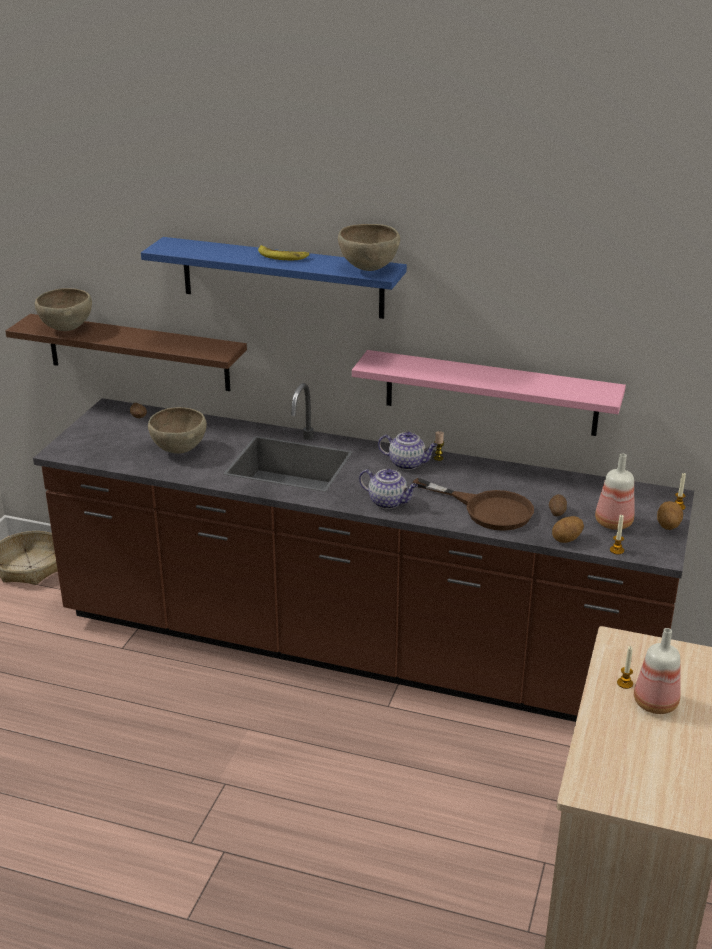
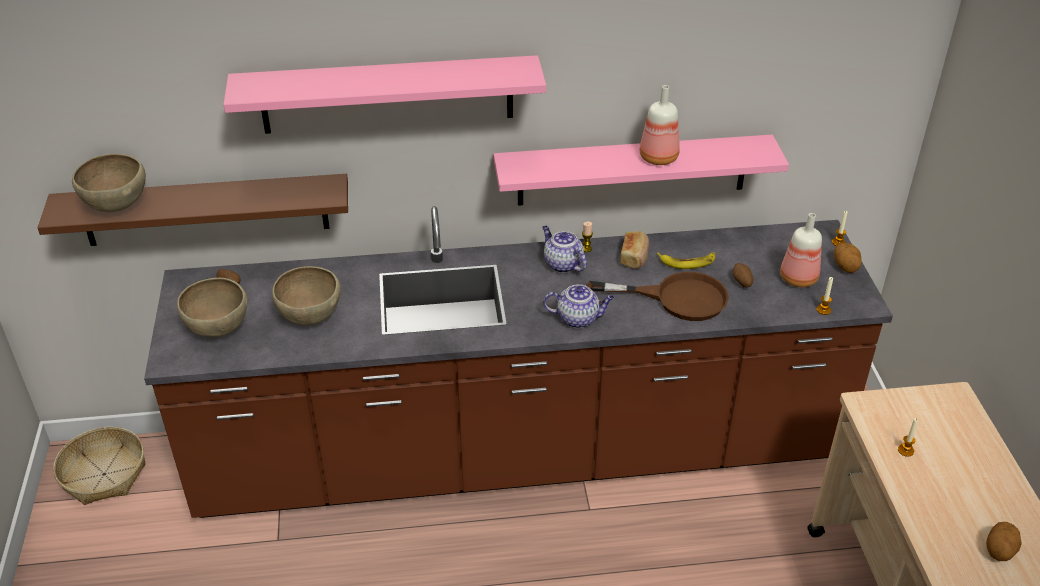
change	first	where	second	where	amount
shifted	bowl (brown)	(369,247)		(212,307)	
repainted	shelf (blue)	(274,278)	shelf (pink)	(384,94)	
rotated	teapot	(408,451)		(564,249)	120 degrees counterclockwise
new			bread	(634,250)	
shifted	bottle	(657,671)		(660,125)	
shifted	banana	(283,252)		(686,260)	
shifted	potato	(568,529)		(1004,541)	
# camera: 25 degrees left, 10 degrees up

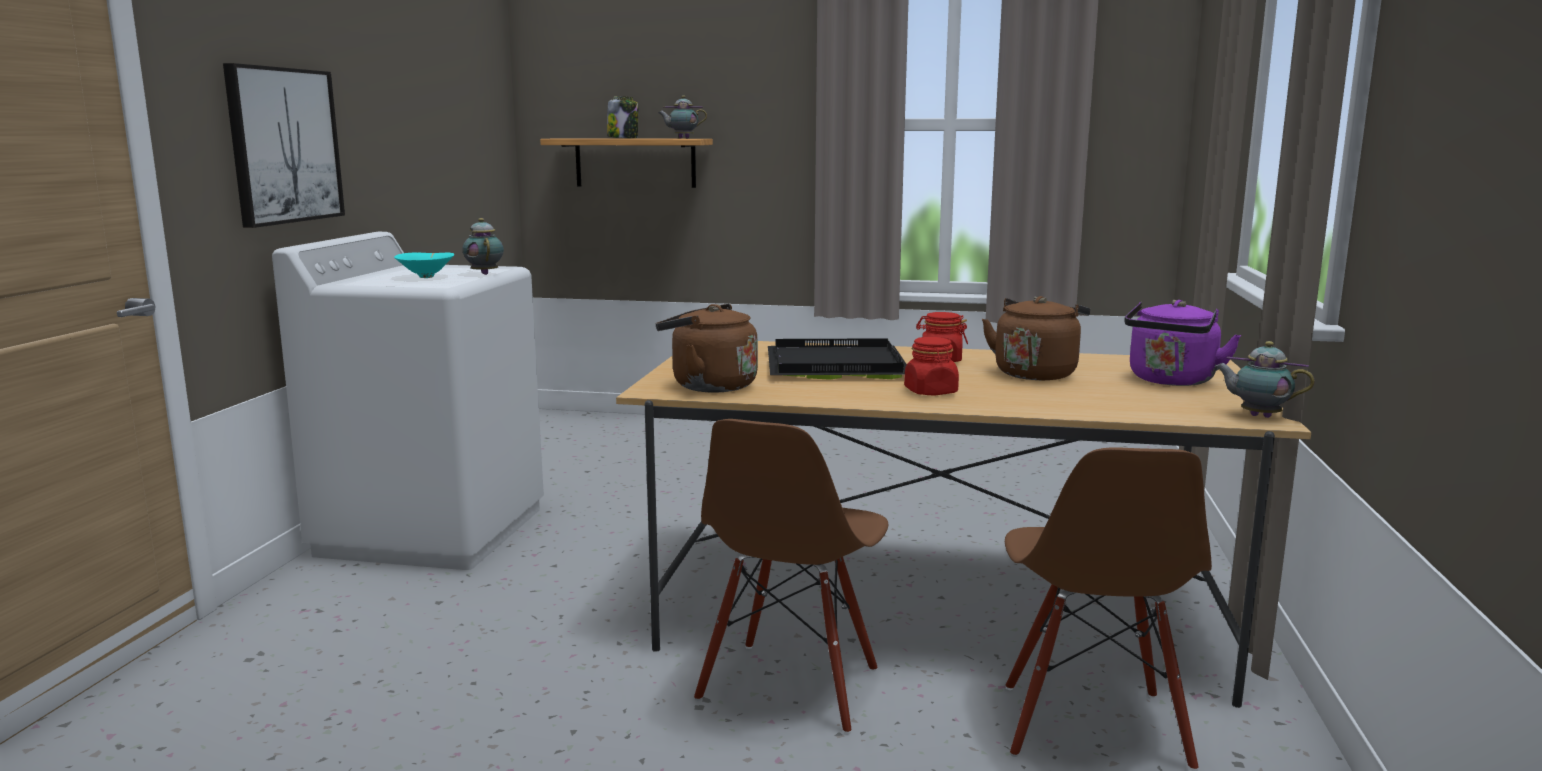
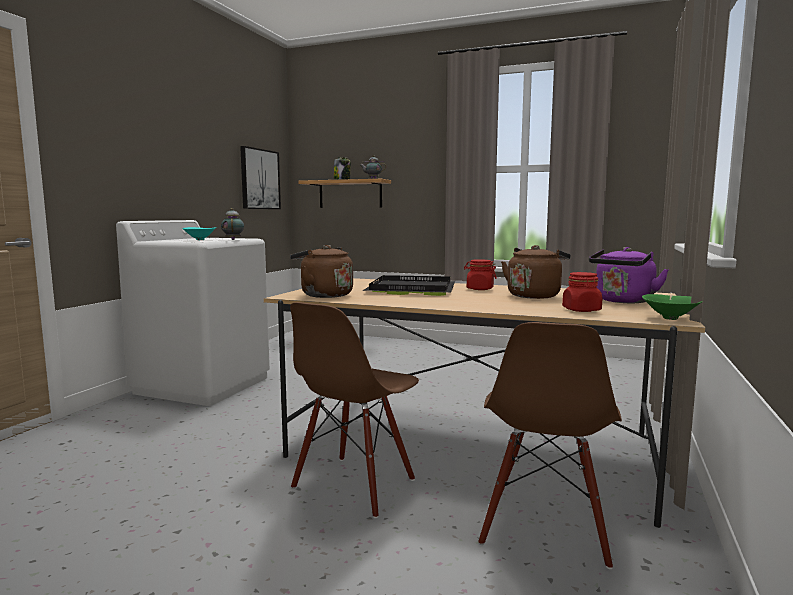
change	first	where	second	where	amount
shifted	picture	(284,145)		(260,177)	
shifted	jar (red)	(931,366)		(582,292)	
swapped	teapot	(1265,379)	bowl (green)	(672,307)	
# camera: 10 degrees right, 5 degrees down

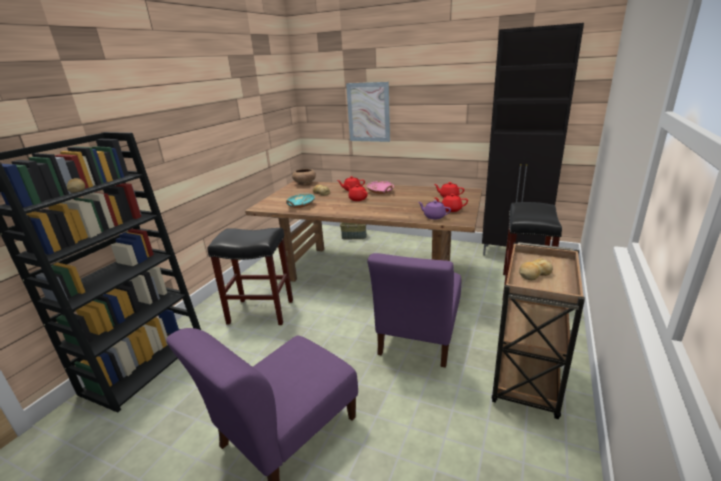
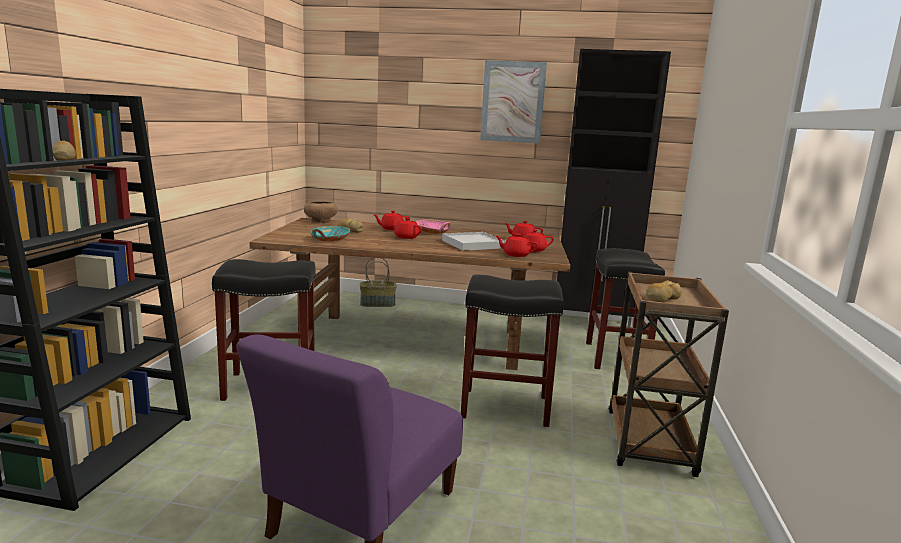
change	first	where	second	where	amount
new			tray (white)	(474,241)	
swapped	chair (purple)	(414,310)	stool (black)	(512,351)	
shifted	picture	(368,112)		(513,102)	
repainted	teapot (purple)	(434,209)	teapot (red)	(517,245)	
# camera: 15 degrees left, 10 degrees down

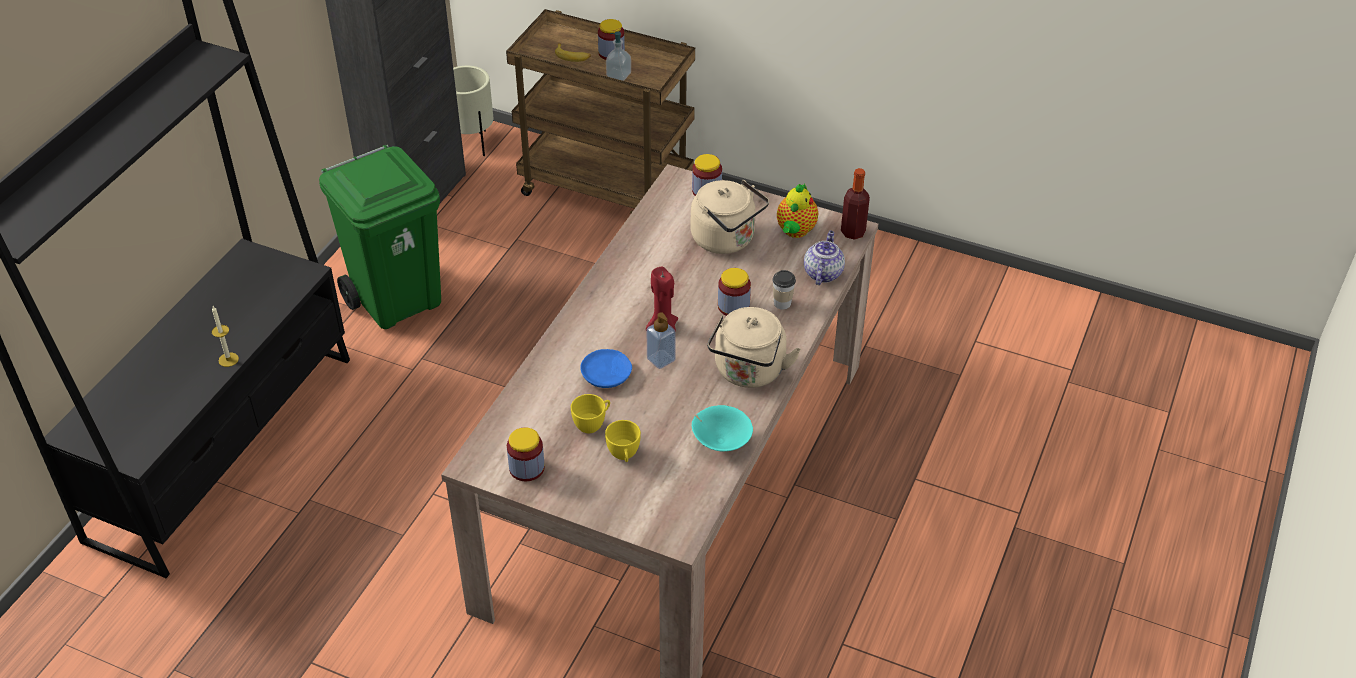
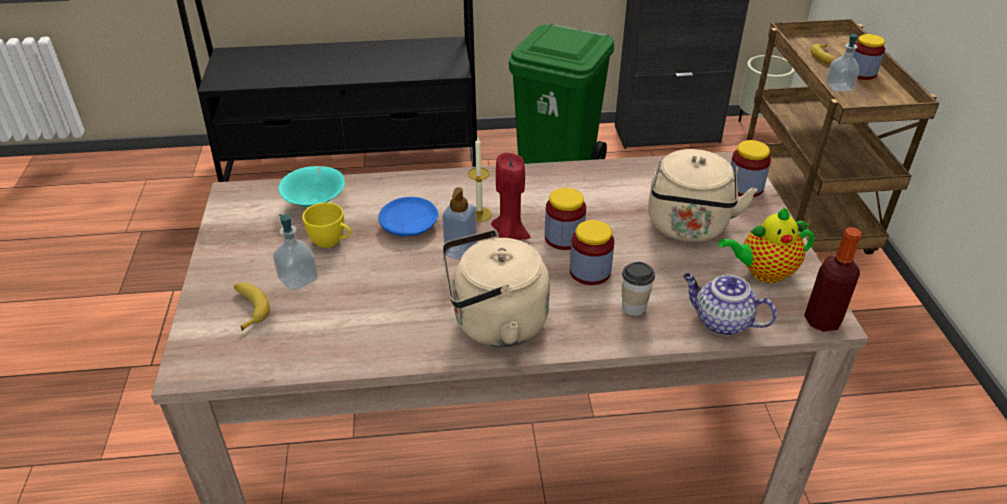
change	first	where	second	where	amount
new			banana	(252,307)	
swapped	cup (yellow)	(623,441)	soap dispenser	(295,252)	
shifted	bowl (turquoise)	(722,428)		(311,187)	
shifted	candle	(225,336)		(480,179)	
shifted	jar	(526,454)		(565,219)	
rotated	teapot	(824,258)		(730,304)	135 degrees counterclockwise
# camera: 60 degrees right, 5 degrees down

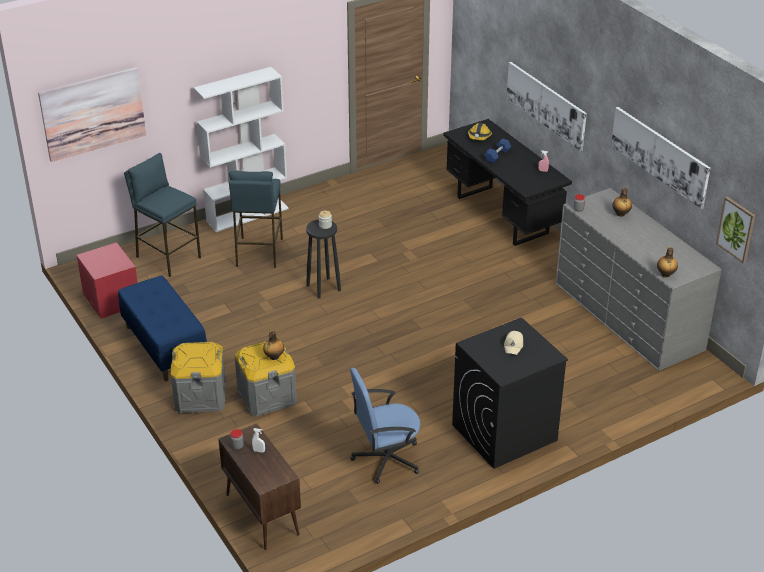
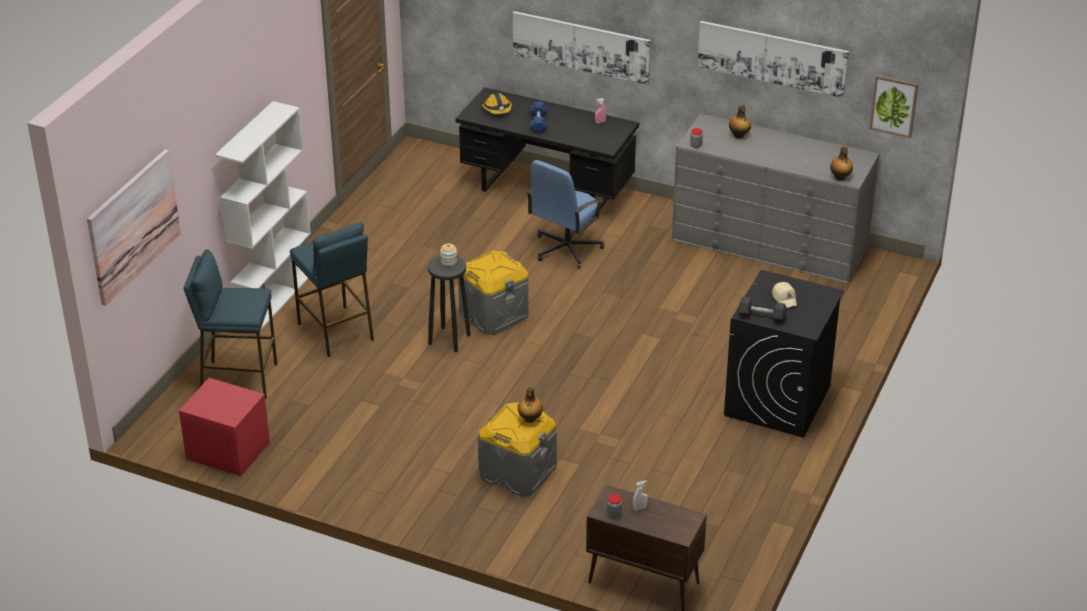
change	first	where	second	where	amount
shifted	storage box (grey)	(198,377)		(493,293)	
shifted	office chair (blue)	(385,426)		(565,214)	
new			dumbbell (black)	(763,310)	
gone	bench (blue)	(162,328)			
# camera: 35 degrees left, 0 degrees up

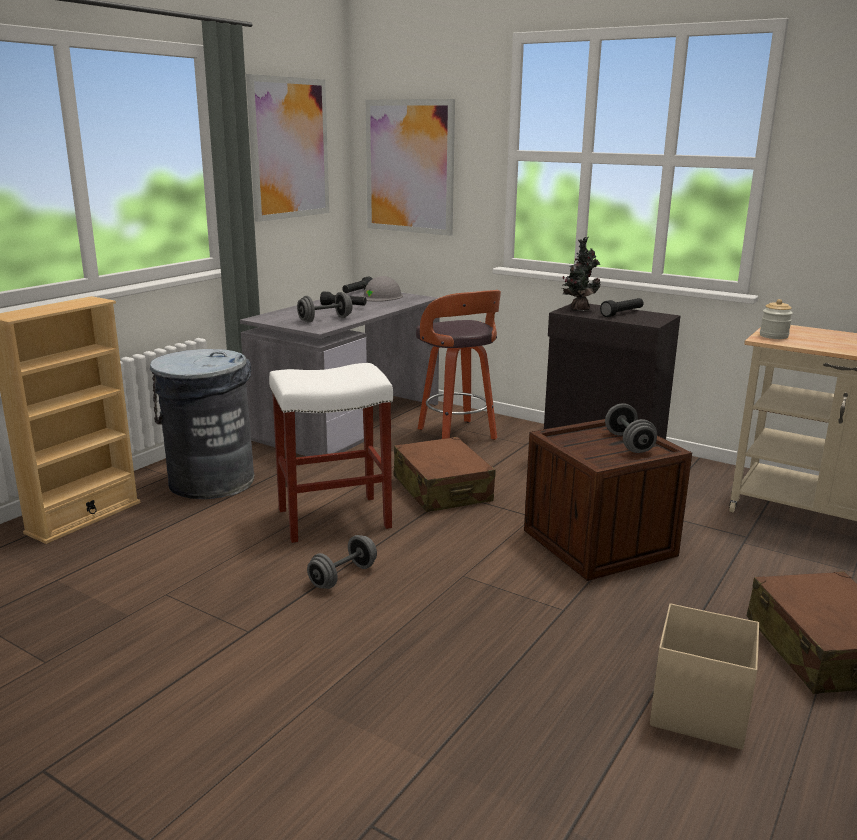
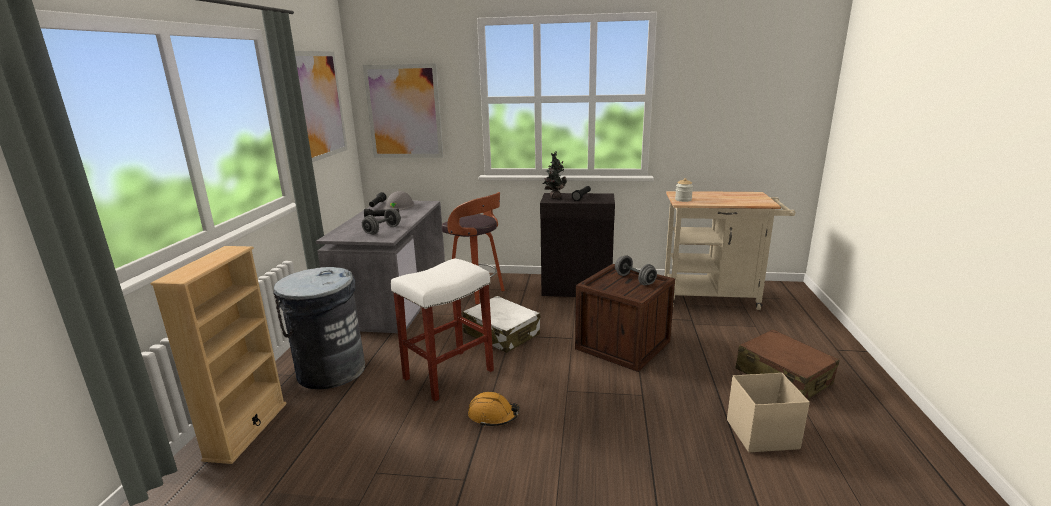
change	first	where	second	where	amount
repainted	suitcase (brown)	(445,474)	suitcase (white)	(501,324)	
swapped	dumbbell (grey)	(342,562)	hard hat (orange)	(494,409)	
# camera: 25 degrees left, 0 degrees up

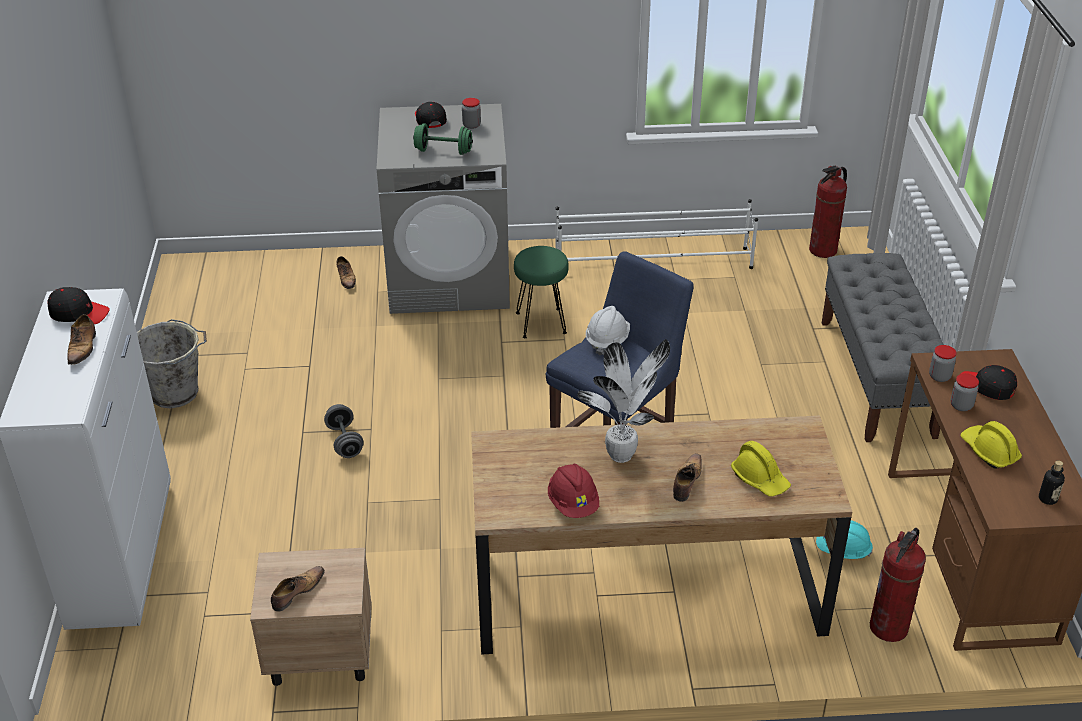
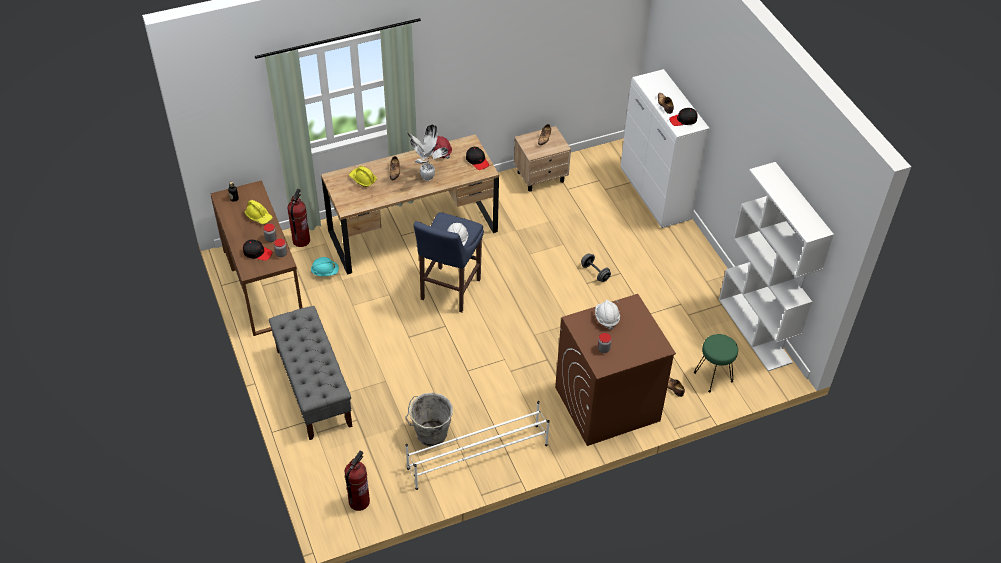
change	first	where	second	where	amount
shifted	bucket (grey)	(172,363)		(429,419)	
shifted	cap (black)	(431,115)		(477,158)	
repainted	washing machine (grey)	(443,209)	washing machine (brown)	(615,370)	
swapped	dumbbell (green)	(443,139)	hard hat (white)	(607,315)	
shifted	stool (green)	(541,292)		(716,363)	
new			bookcase (white)	(776,266)	
# camera: 160 degrees right, 10 degrees up

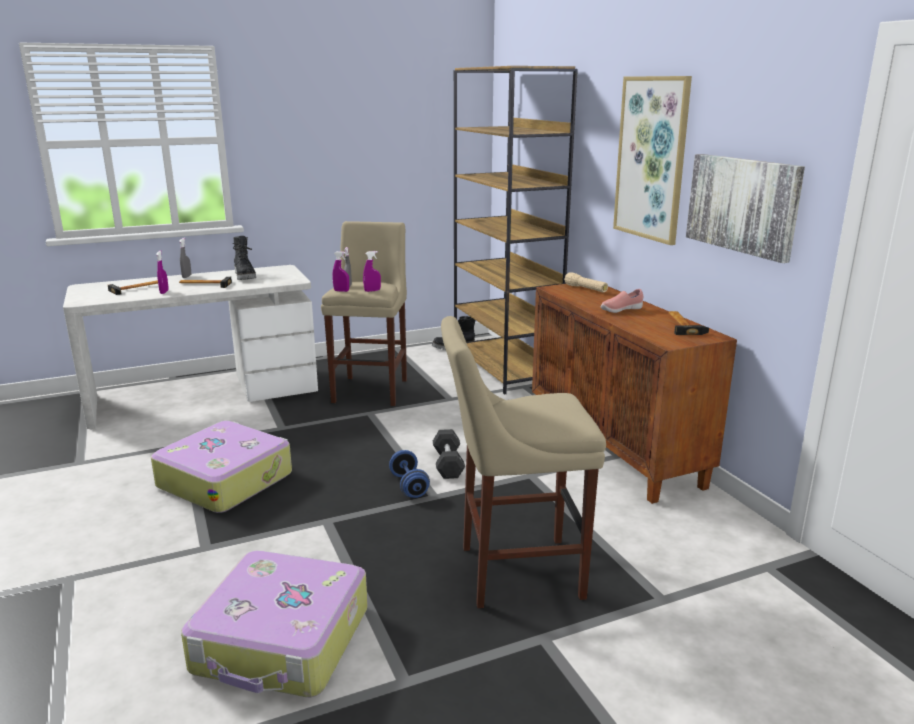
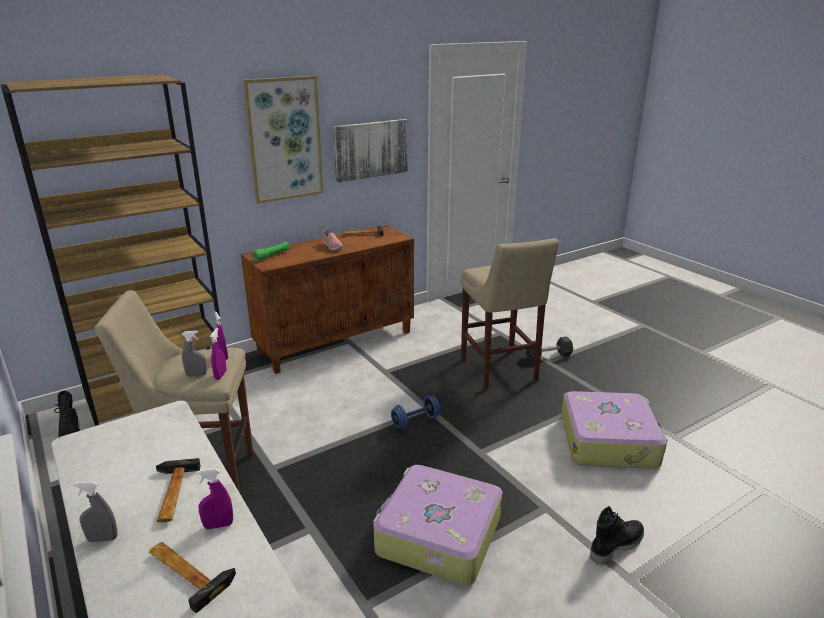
change	first	where	second	where	amount
repainted	flashlight (beige)	(586,282)	flashlight (green)	(270,251)	
shifted	dumbbell (black)	(449,454)		(549,349)	
shifted	boot (black)	(244,258)		(617,535)	
# camera: 100 degrees left, 5 degrees up

